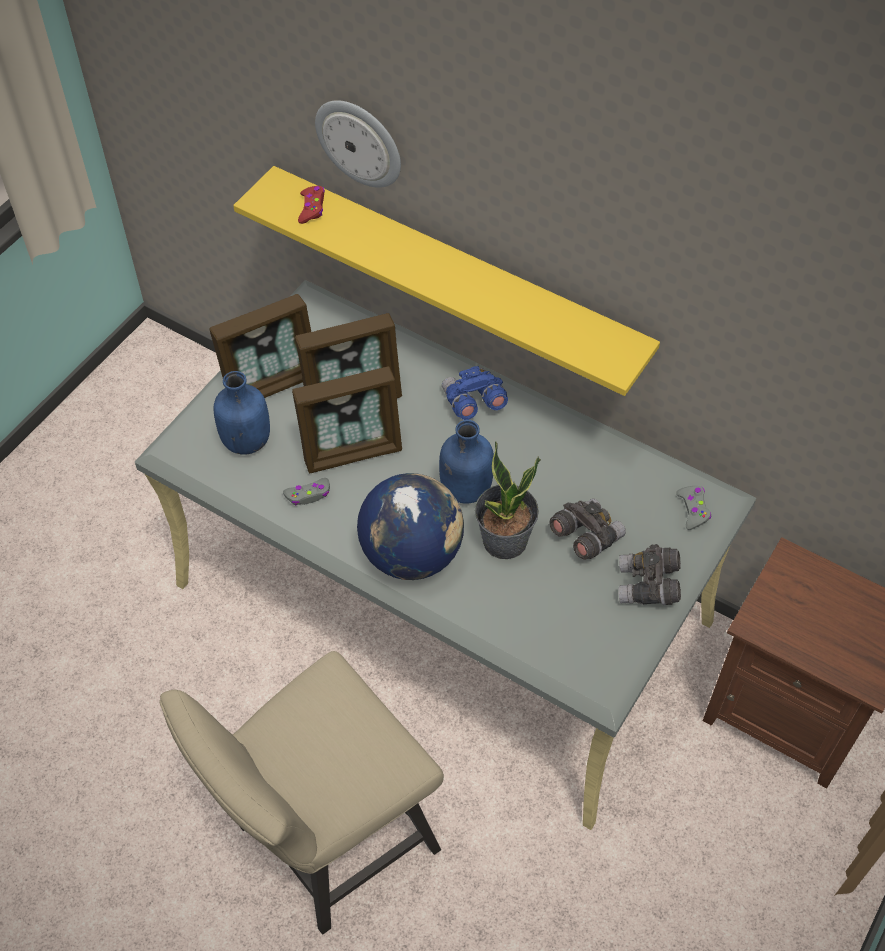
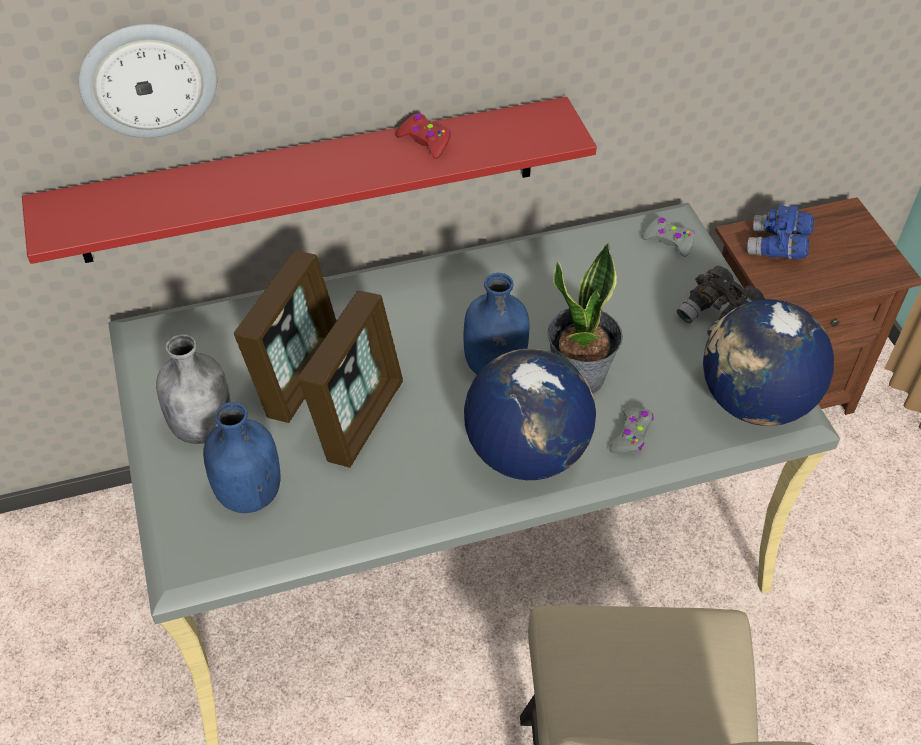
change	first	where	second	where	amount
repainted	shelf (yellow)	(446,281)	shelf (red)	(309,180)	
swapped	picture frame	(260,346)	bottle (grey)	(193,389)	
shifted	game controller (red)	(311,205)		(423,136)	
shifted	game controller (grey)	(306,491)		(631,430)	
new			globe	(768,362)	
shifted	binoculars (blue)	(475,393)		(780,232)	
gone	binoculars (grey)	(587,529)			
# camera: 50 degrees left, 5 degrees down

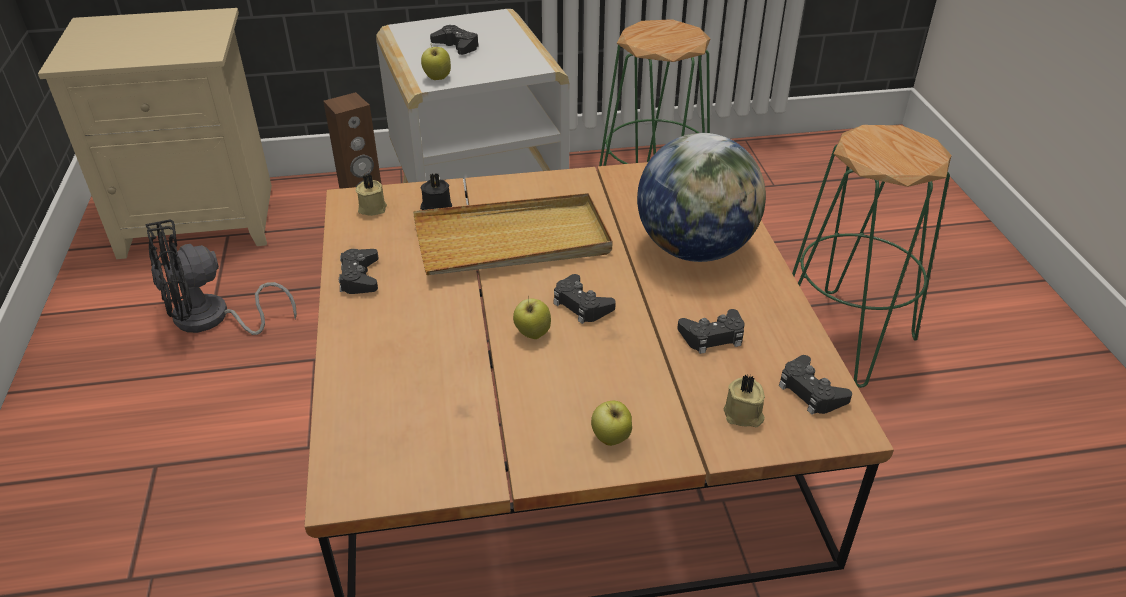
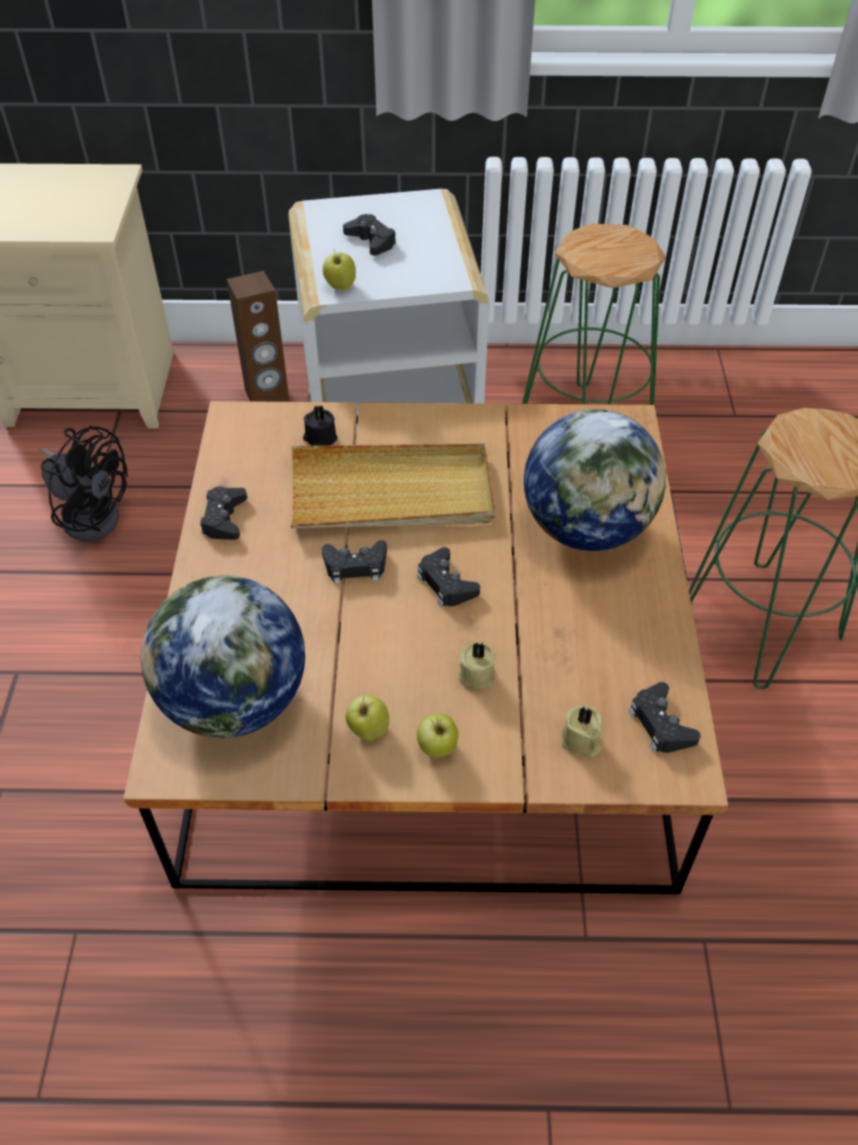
change	first	where	second	where	amount
rotated	fan (black)	(221,277)		(83,484)	135 degrees counterclockwise
new			globe	(223,656)	
shifted	game controller (black)	(710,331)		(354,562)	
shifted	apple	(532,317)		(367,718)	
shifted	candle (beige)	(371,195)		(477,665)	
# camera: 10 degrees right, 10 degrees up

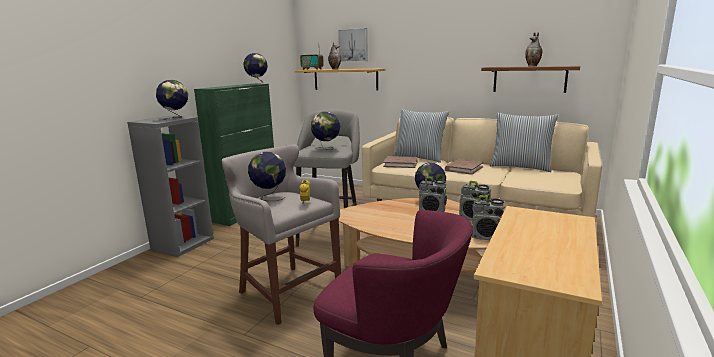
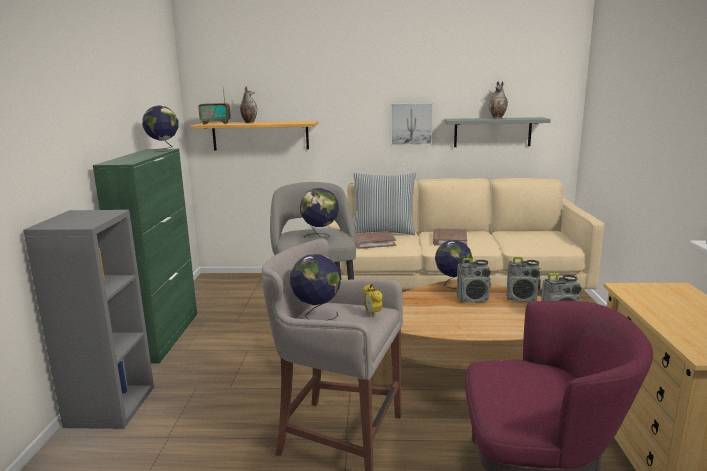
change	first	where	second	where	amount
shifted	picture	(353,45)		(412,124)	
repainted	shelf (brown)	(530,79)	shelf (grey)	(497,132)	
gone	globe	(172,100)			
gone	pillow	(523,142)			
# camera: 25 degrees left, 0 degrees up

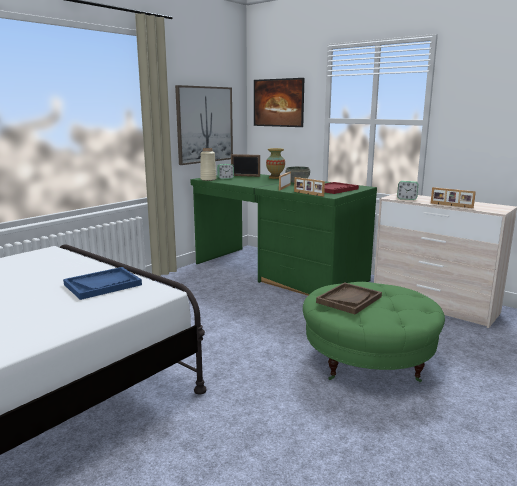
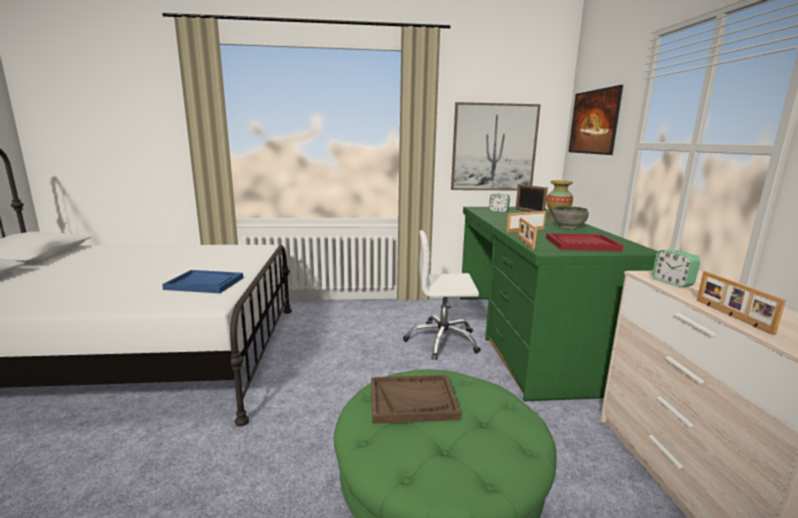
change	first	where	second	where	amount
new			office chair (white)	(442,295)	
gone	vase (beige)	(208,164)			
# camera: 45 degrees right, 0 degrees up

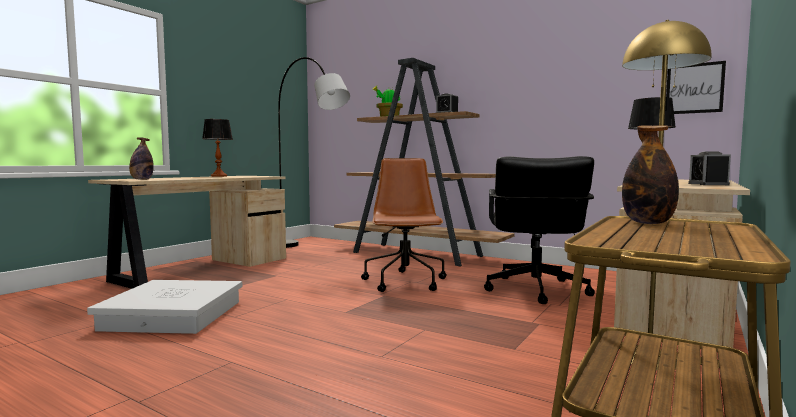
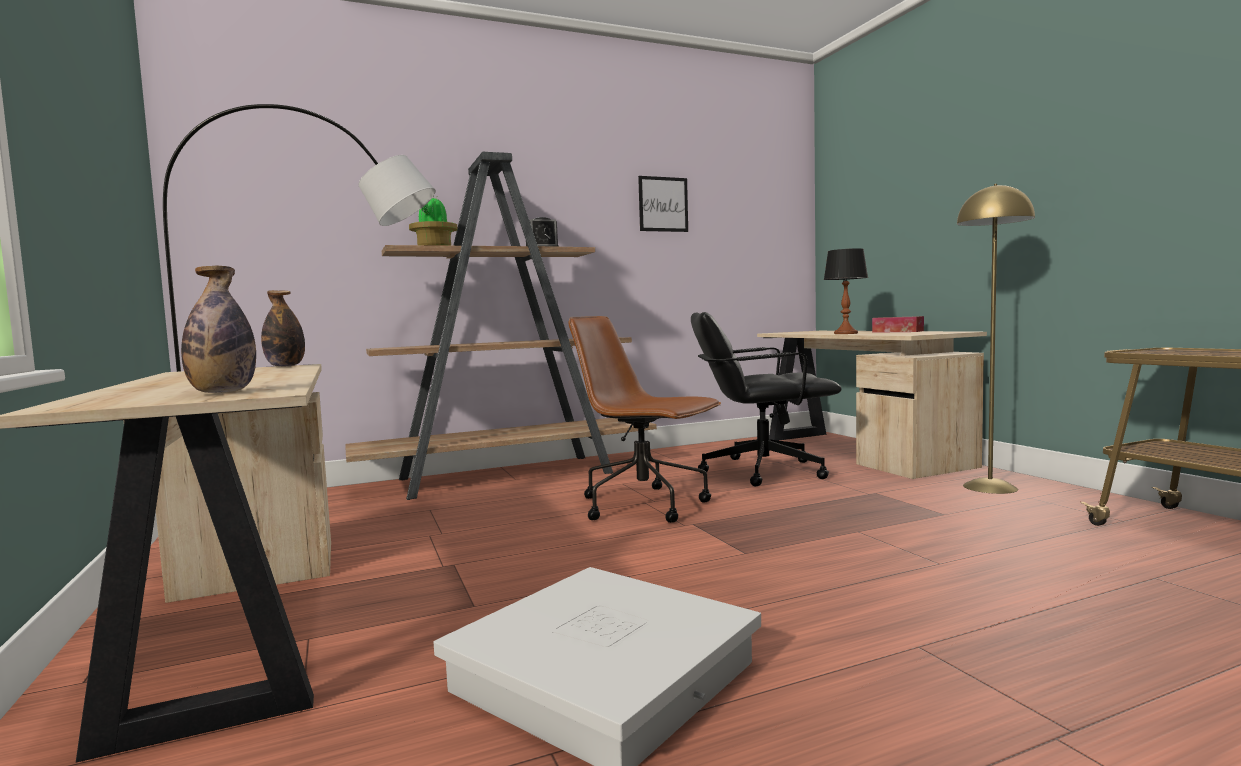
change	first	where	second	where	amount
shifted	bottle	(650,174)		(283,328)	
shifted	picture	(696,87)		(663,204)	
rotated	office chair (black)	(539,230)		(766,399)	135 degrees clockwise
swapped	alarm clock	(709,168)	tissue box	(898,324)	
gone	table lamp	(217,148)			
# camera: 55 degrees left, 0 degrees up

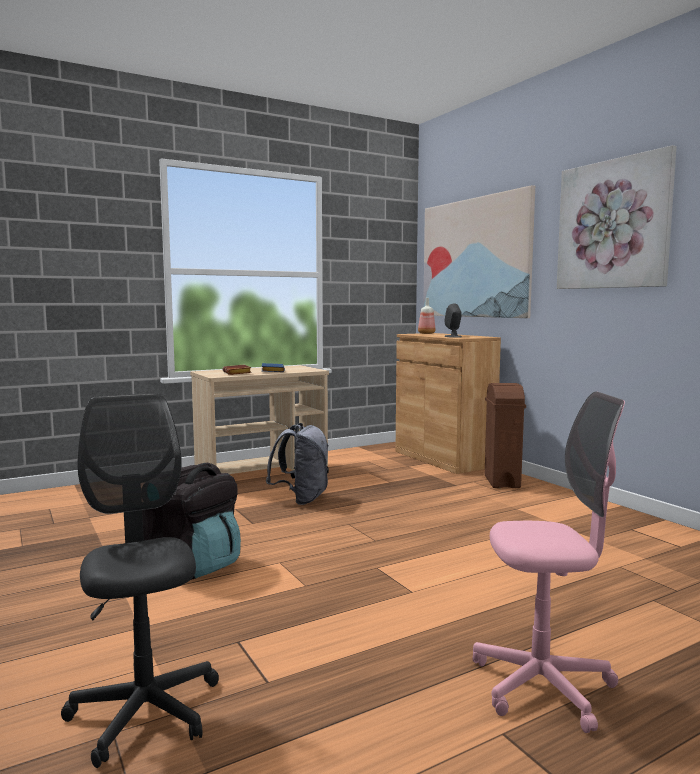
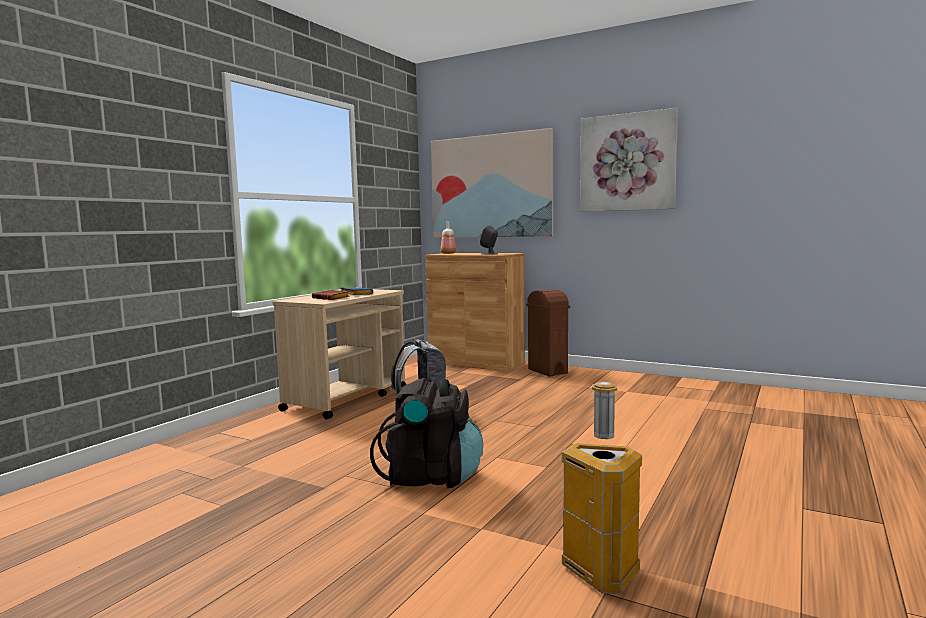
change	first	where	second	where	amount
swapped	office chair (grey)	(140,580)	trash can	(602,487)	
gone	office chair (pink)	(549,562)			
# camera: 30 degrees left, 0 degrees up

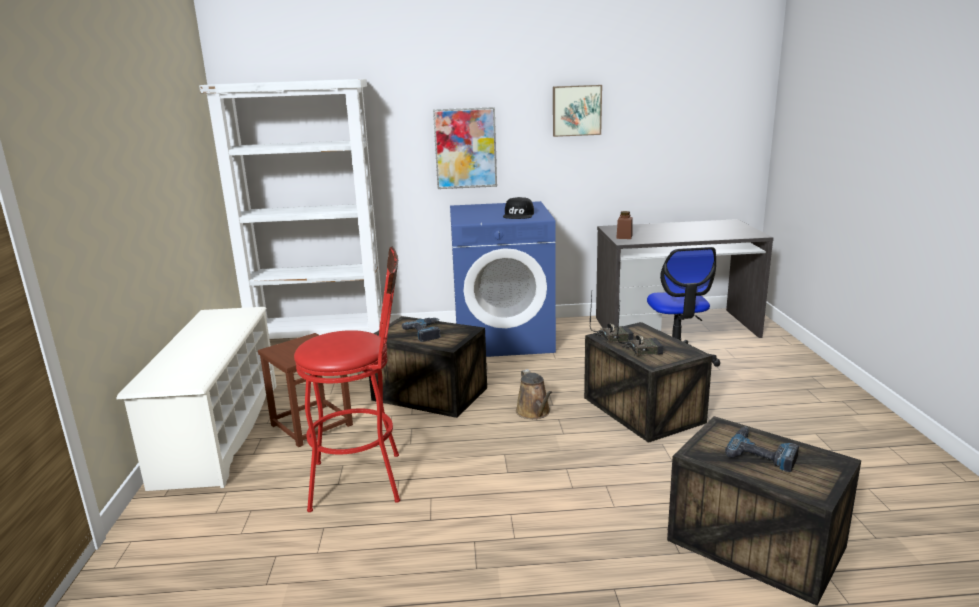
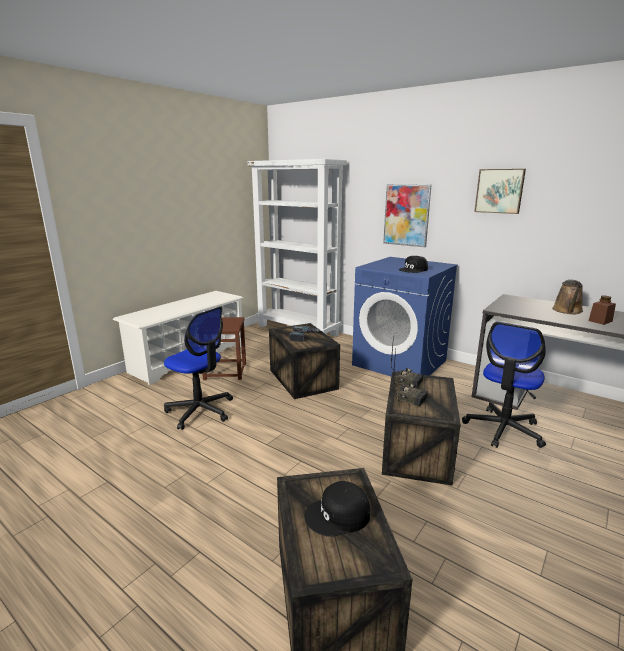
change	first	where	second	where	amount
swapped	stool (red)	(347,379)	office chair	(198,368)	
swapped	power drill	(762,449)	cap (black)	(337,509)	
shifted	watering can (brown)	(534,394)		(567,296)	
shifted	jar (brown)	(624,225)		(602,310)	
# camera: 40 degrees right, 0 degrees up

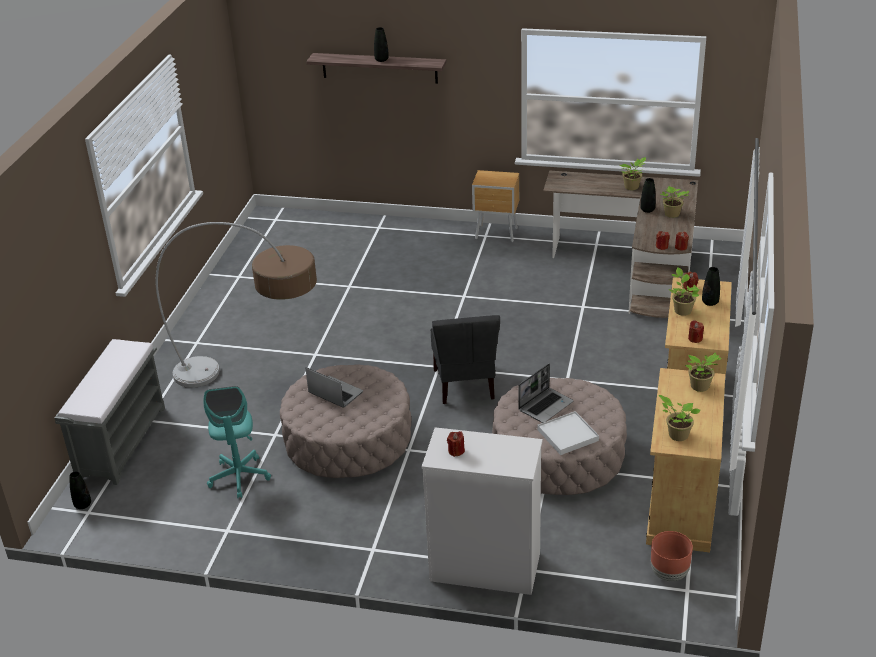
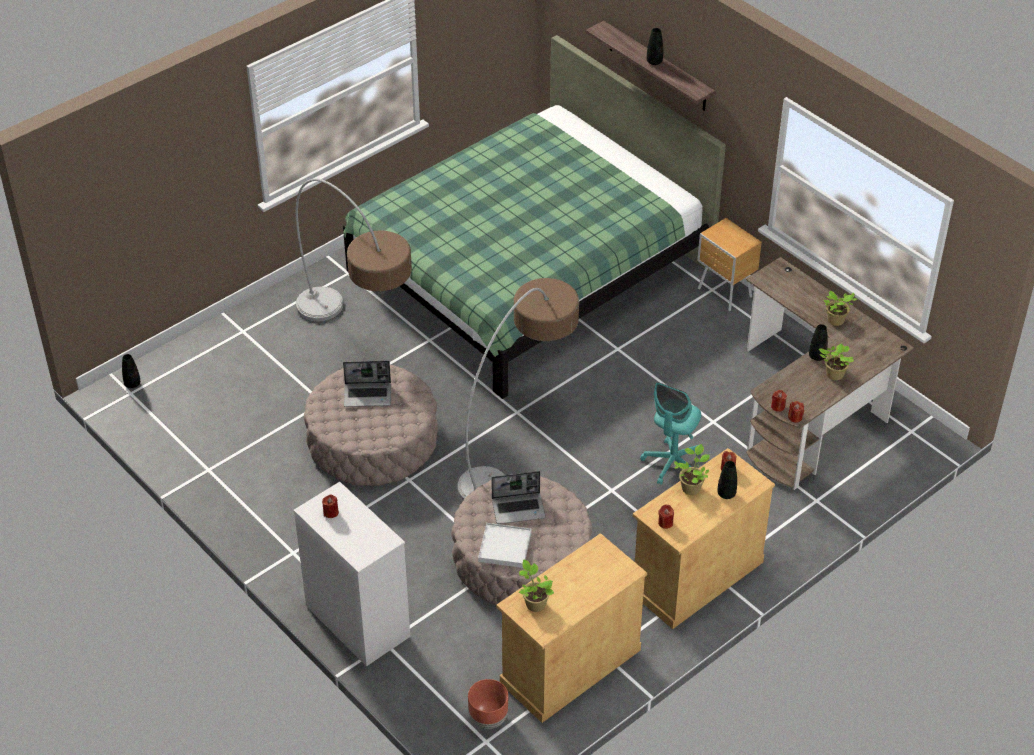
change	first	where	second	where	amount
new			bed (green)	(534,217)	
rotated	laptop	(334,387)		(367,384)	105 degrees clockwise
swapped	chair (grey)	(465,359)	floor lamp	(518,389)	
shifted	office chair (turquoise)	(237,442)		(671,433)	
gone	bench (grey)	(110,412)			
gone	potted plant	(703,372)			
# camera: 35 degrees right, 10 degrees up

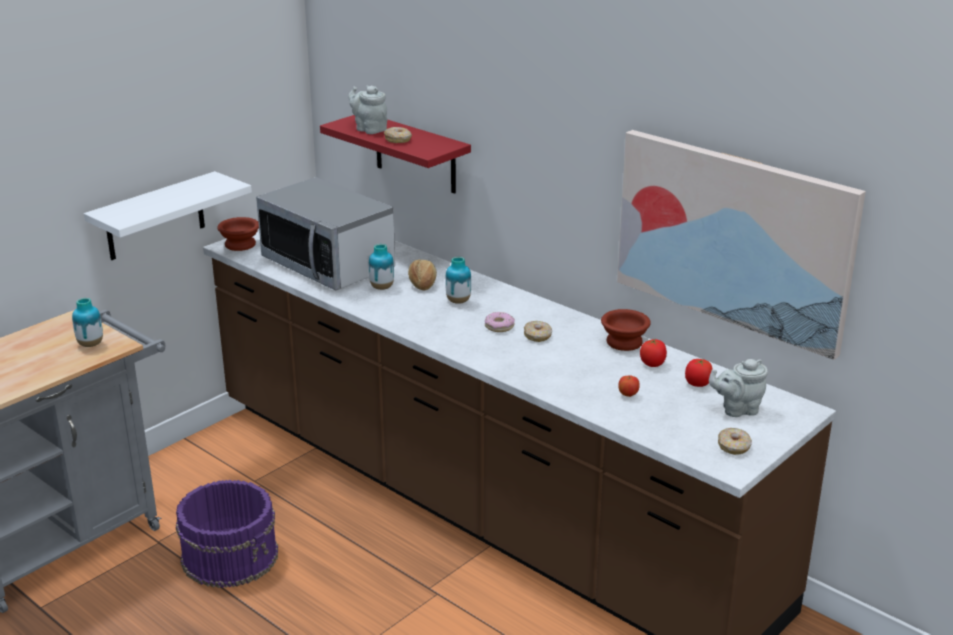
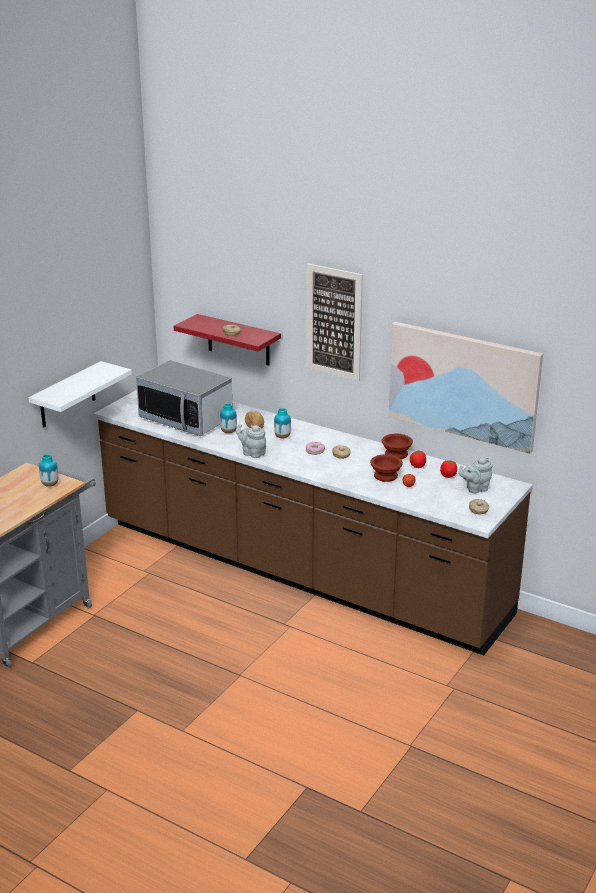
change	first	where	second	where	amount
shifted	teapot (grey)	(368,109)		(251,441)	
new			picture	(334,322)	
shifted	bowl (brown)	(238,234)		(386,468)	
gone	bucket (purple)	(226,534)			
# camera: 10 degrees left, 0 degrees up

